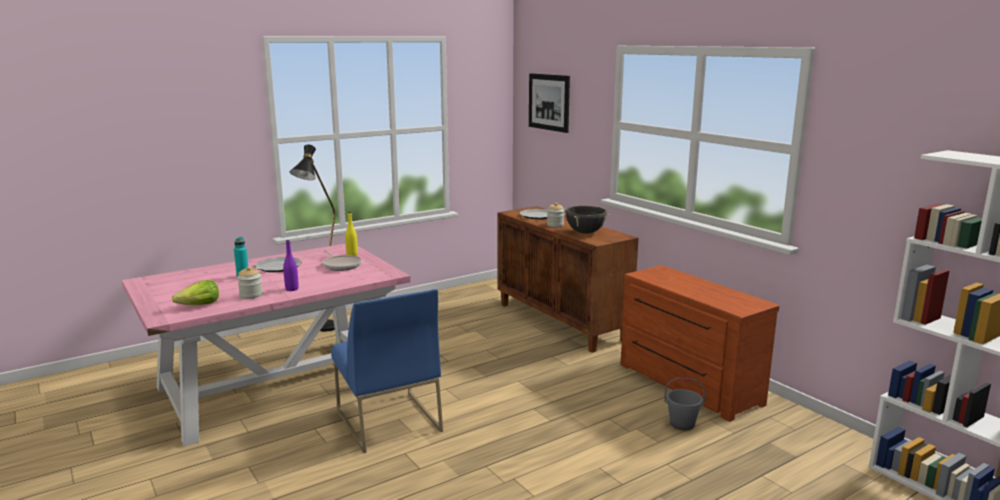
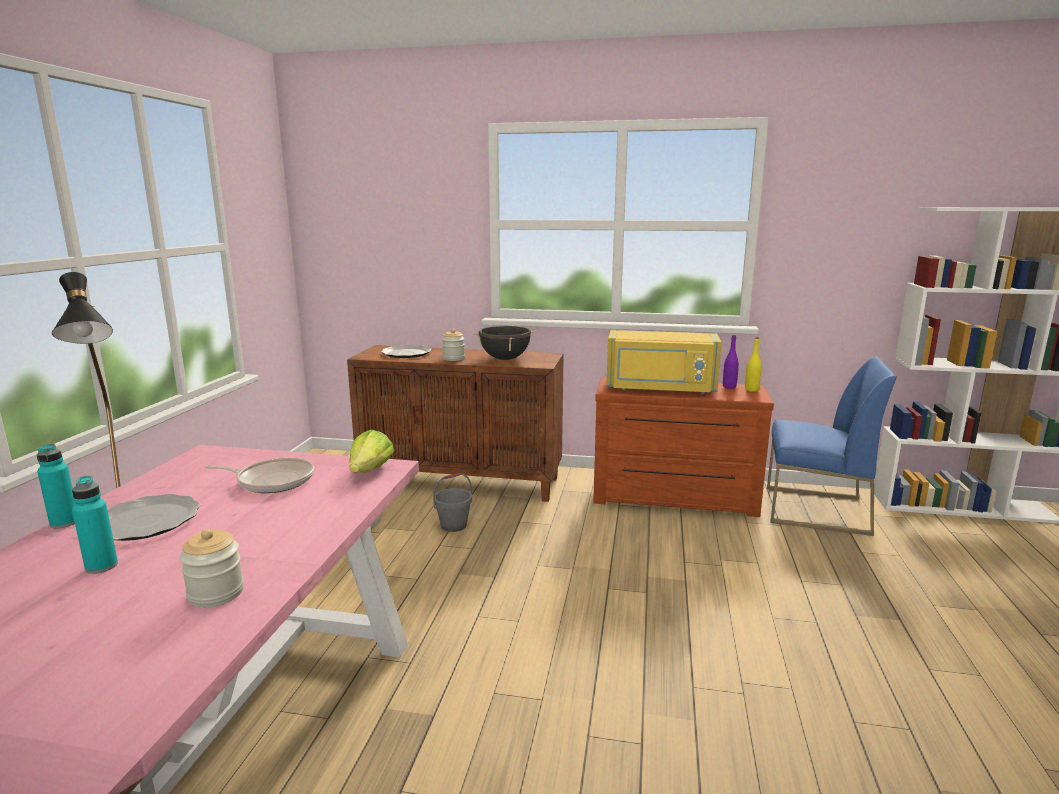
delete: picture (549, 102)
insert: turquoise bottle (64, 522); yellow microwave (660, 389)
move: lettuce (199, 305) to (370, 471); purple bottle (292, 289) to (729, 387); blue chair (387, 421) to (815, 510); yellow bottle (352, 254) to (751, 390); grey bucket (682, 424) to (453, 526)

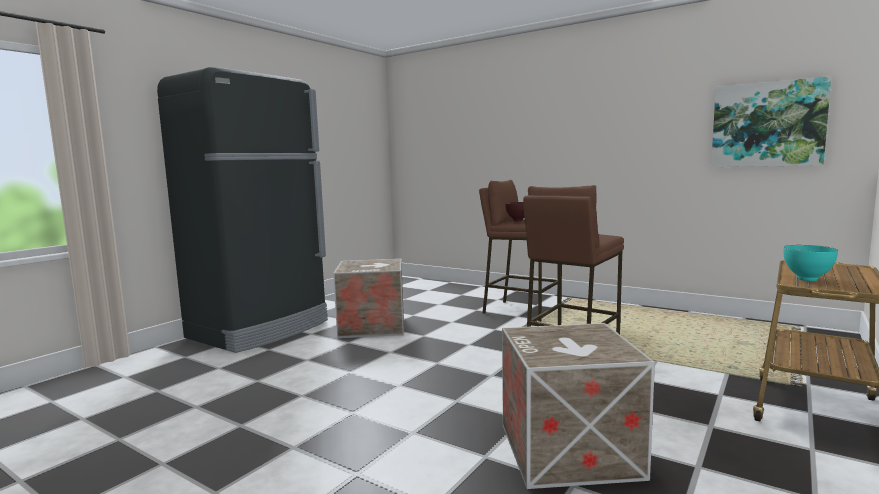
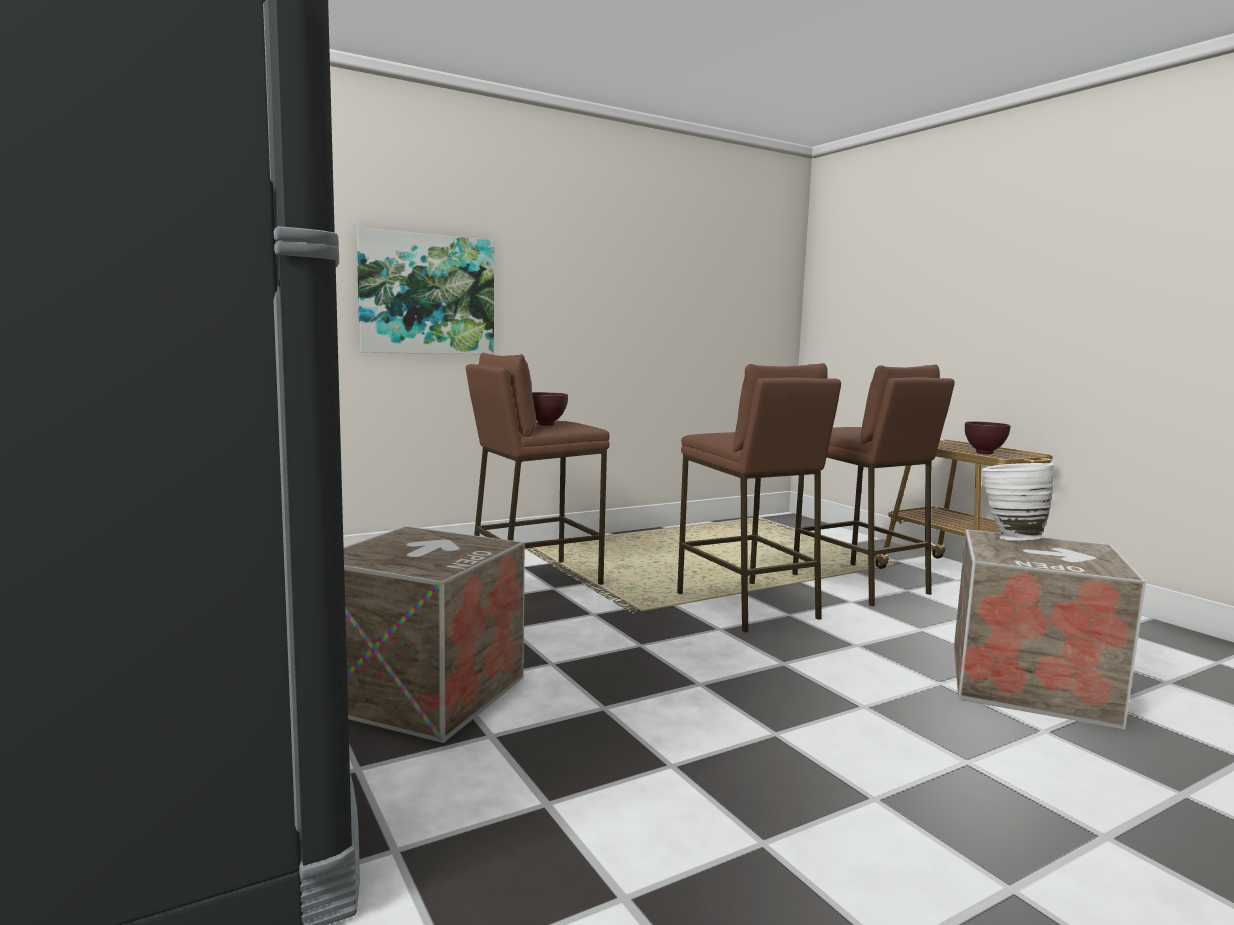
insert: brown stool (860, 584); white vase (1009, 538)
move: picture (767, 124) to (427, 294)
recolor: turquoise bowl (806, 279) to brown bowl (983, 453)

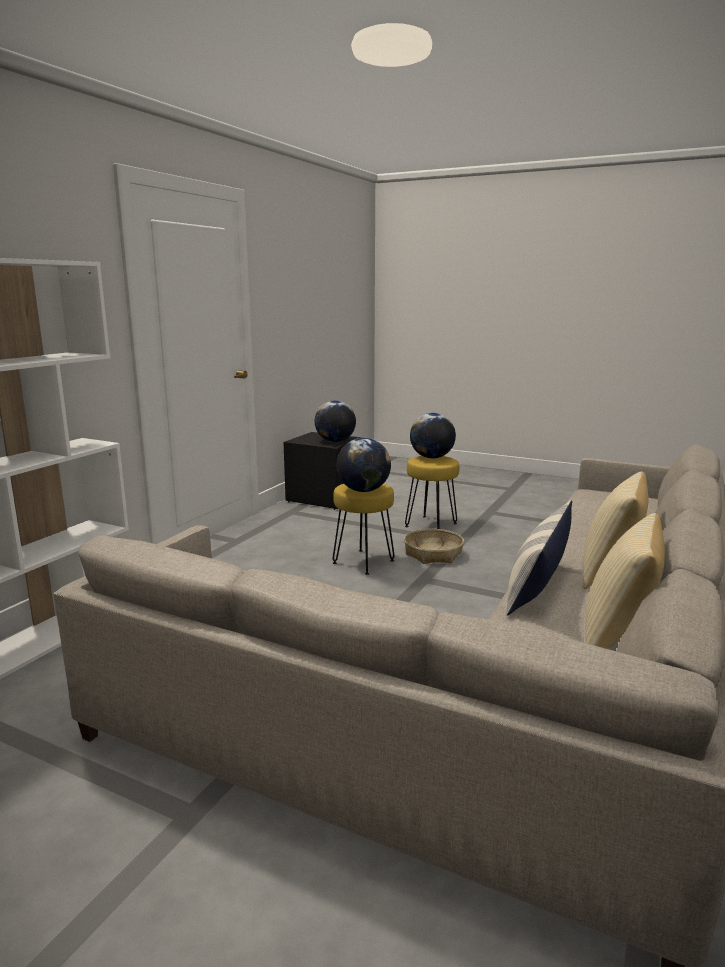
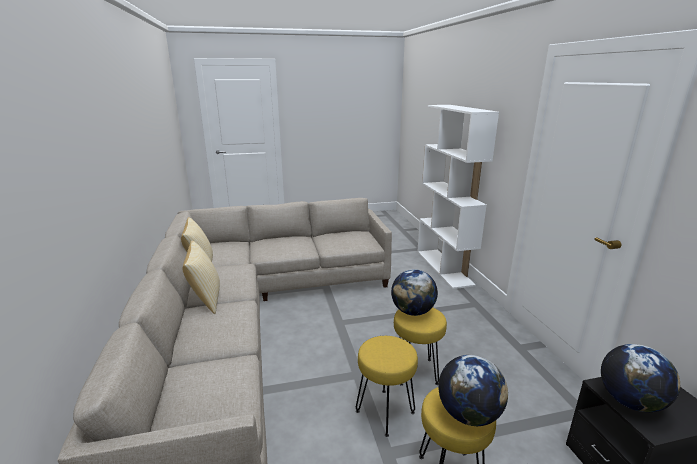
delete: pillow (537, 585)
replace: basket (433, 554) to yellow stool (385, 412)

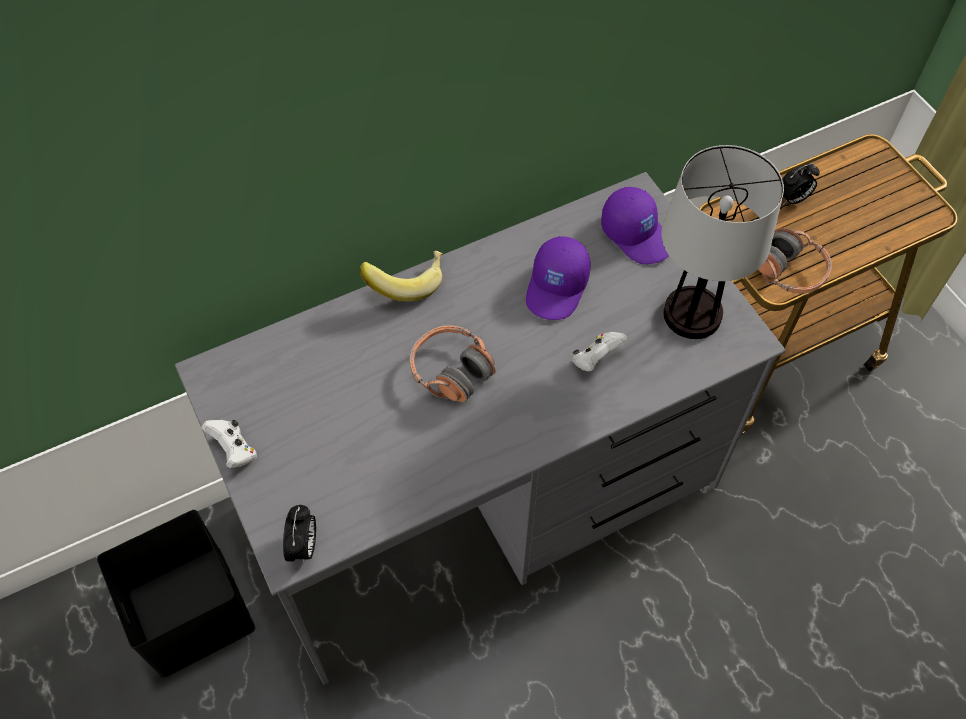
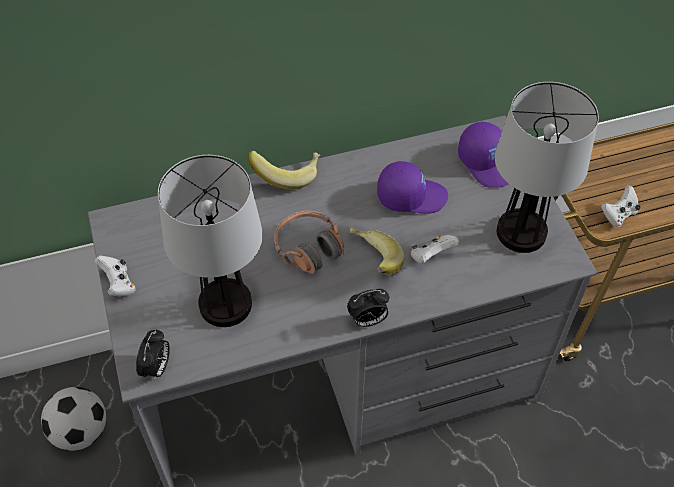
insert: table lamp (226, 305); banana (372, 261)
move: alarm clock (792, 199) to (367, 320)
replace: black storage box (194, 612) to football (81, 431); headphones (789, 271) to white game controller (618, 215)
rotate: purple cap (558, 287) = (411, 196) 120 degrees counterclockwise

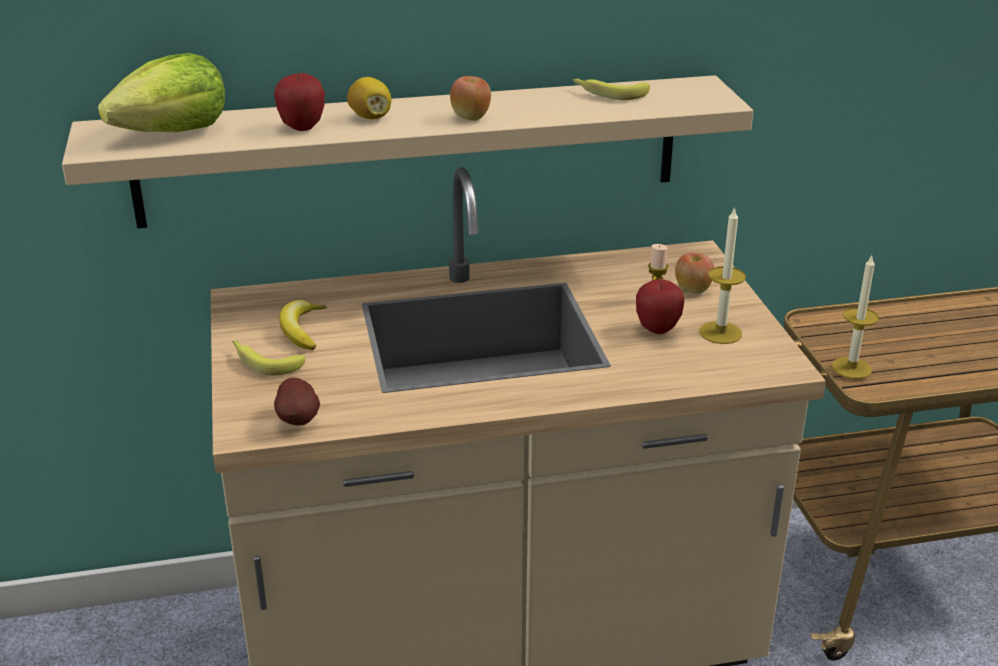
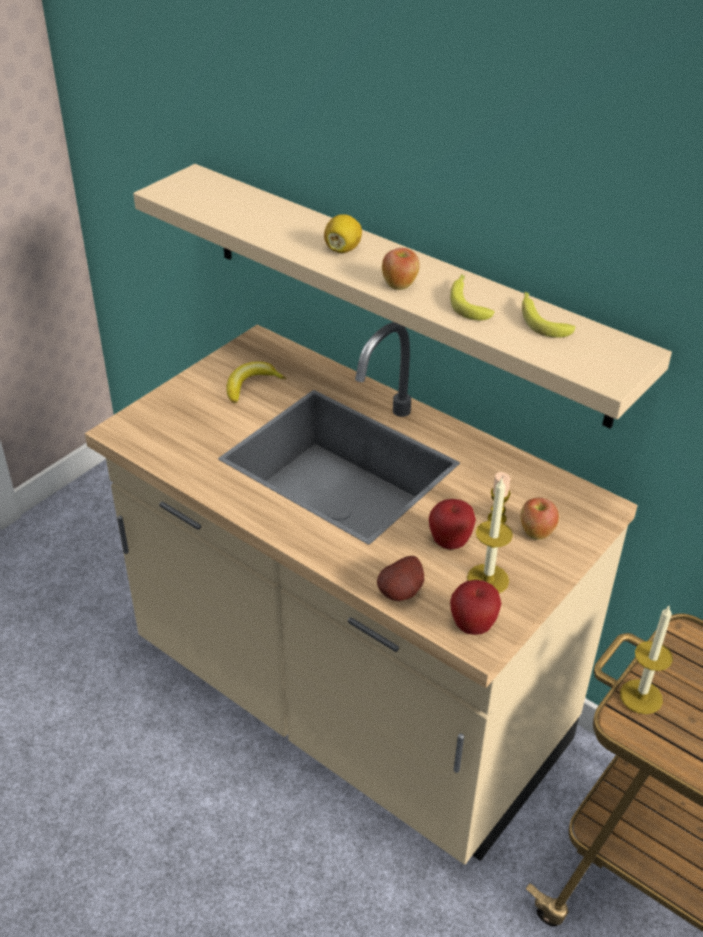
delete: lettuce (173, 132)
move: banana (264, 361) to (468, 302); apple (302, 127) to (472, 626); potato (299, 420) to (402, 593)

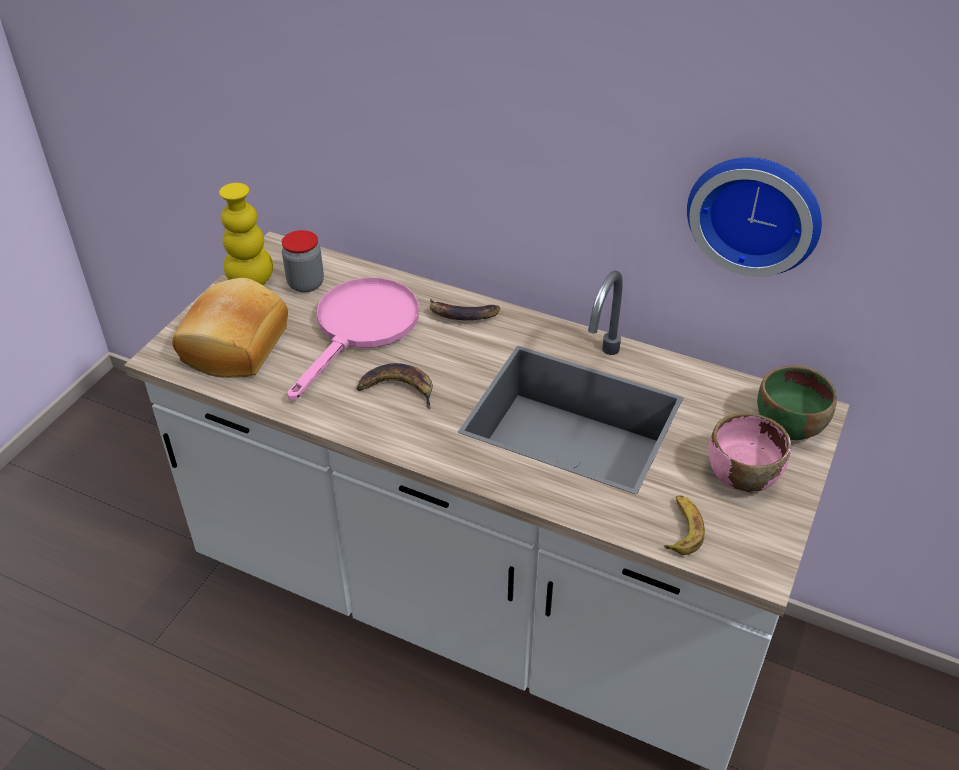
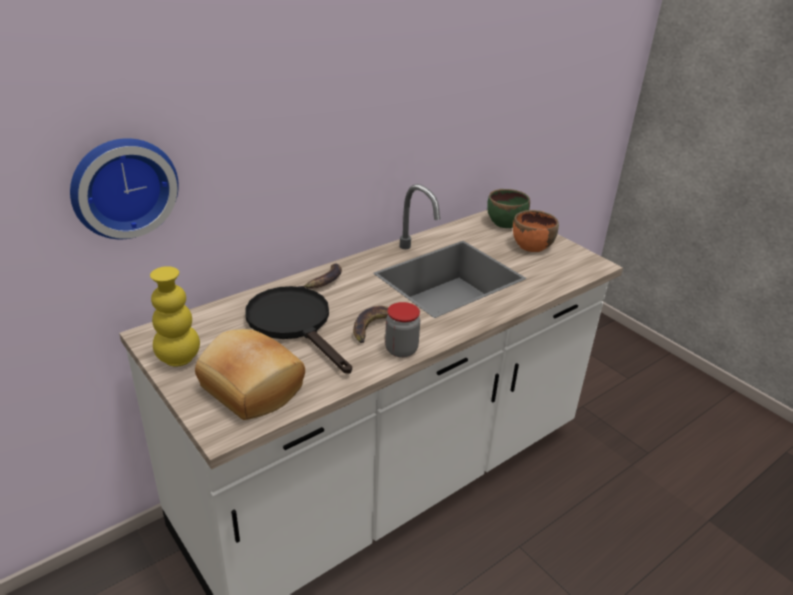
delete: banana (682, 528)
move: jar (306, 284) to (401, 350); wall clock (755, 212) to (123, 186)
recolor: pink frying pan (361, 329) to black frying pan (295, 324); pink bowl (742, 475) to orange bowl (531, 246)

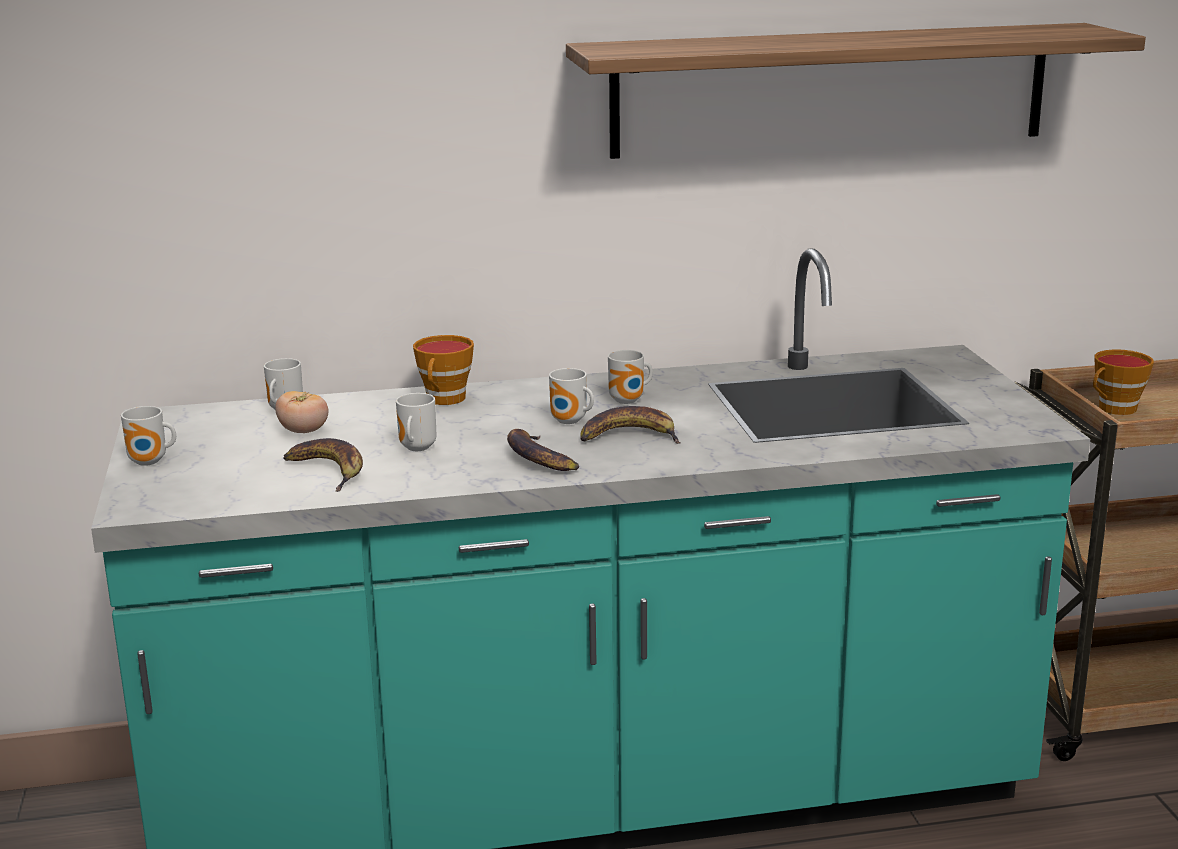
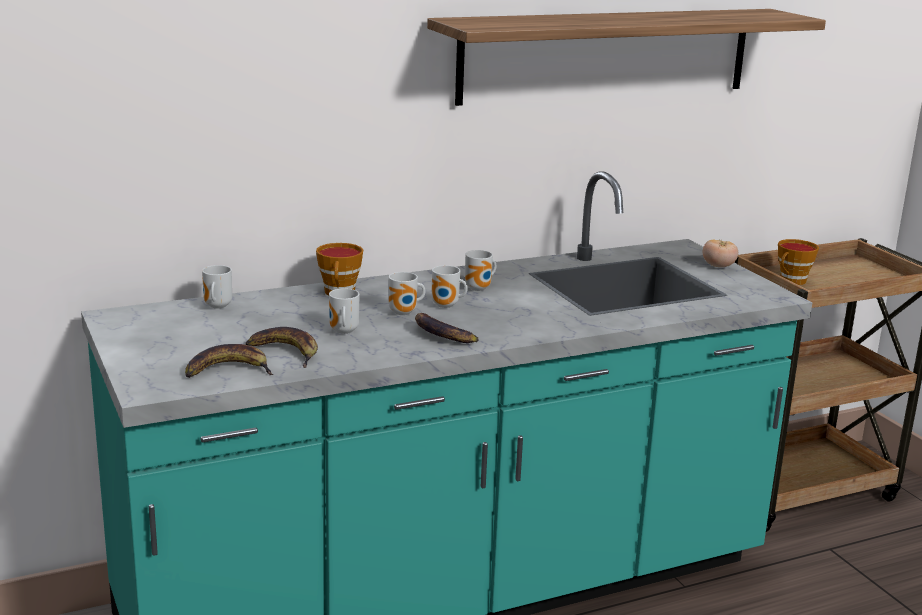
move: mug (150, 462) to (405, 313); tomato (303, 431) to (718, 266); banana (629, 436) to (228, 370)

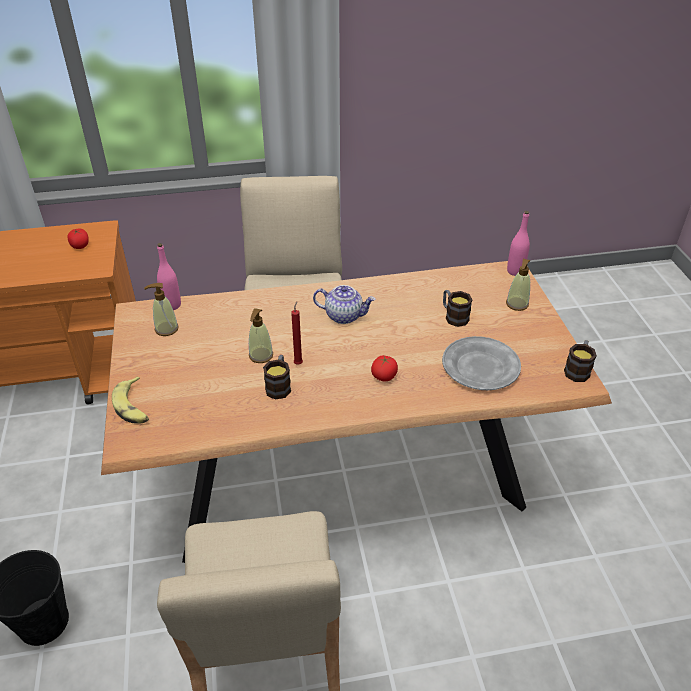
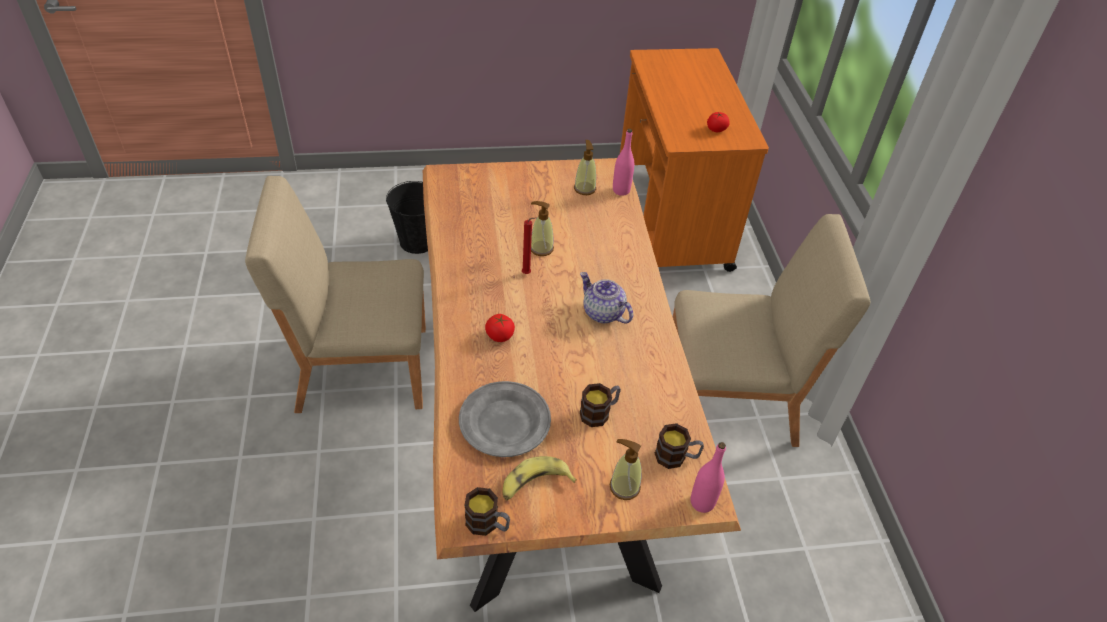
move: banana (133, 406) to (534, 484); mug (279, 385) to (676, 457)
rotate: teapot (344, 315) = (602, 313) 120 degrees clockwise

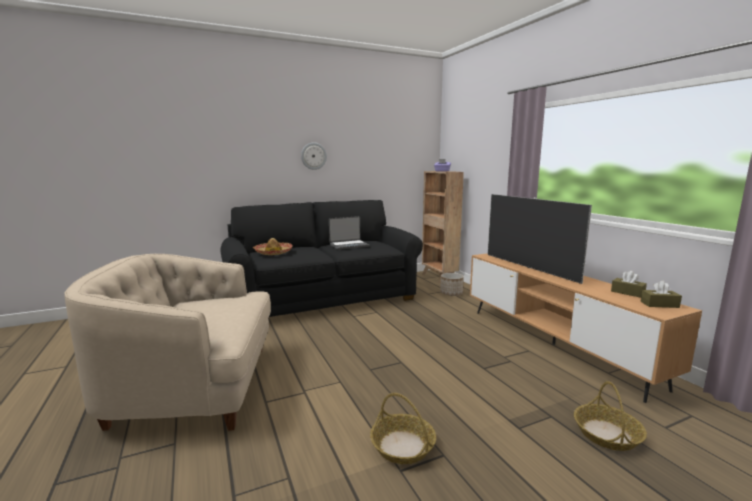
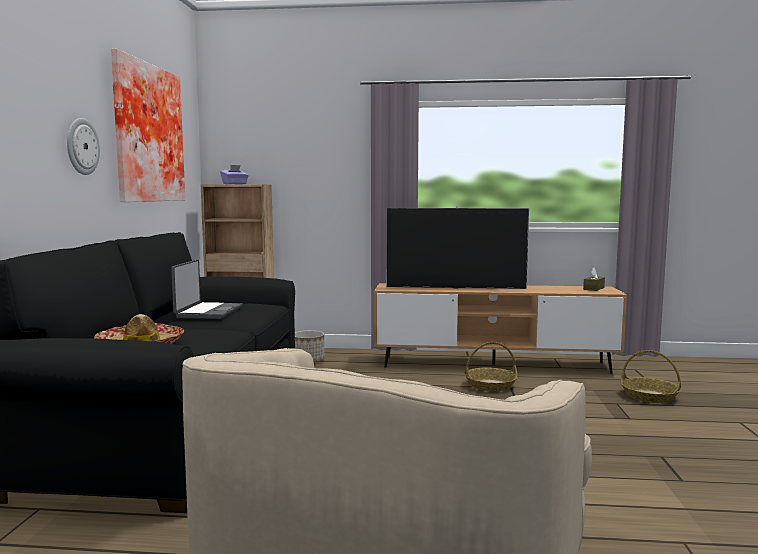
delete: brown tissue box (627, 293)
insert: picture (145, 133)
move: basket (403, 446) to (490, 385)

